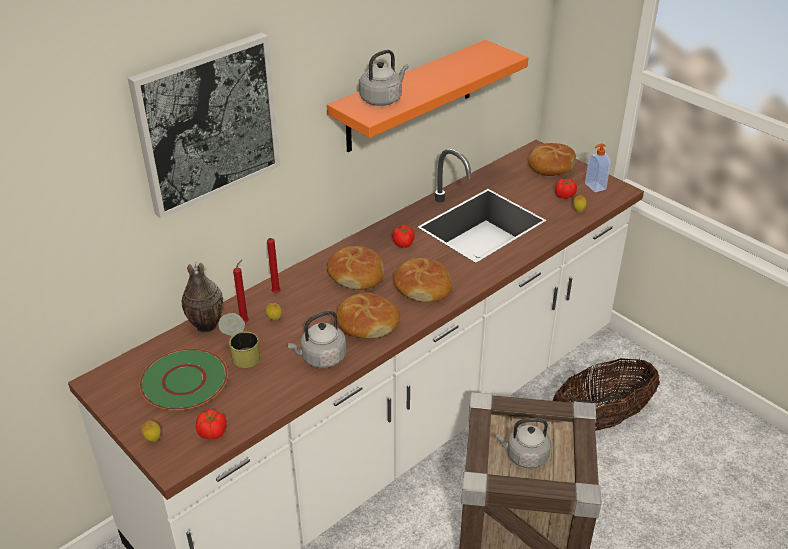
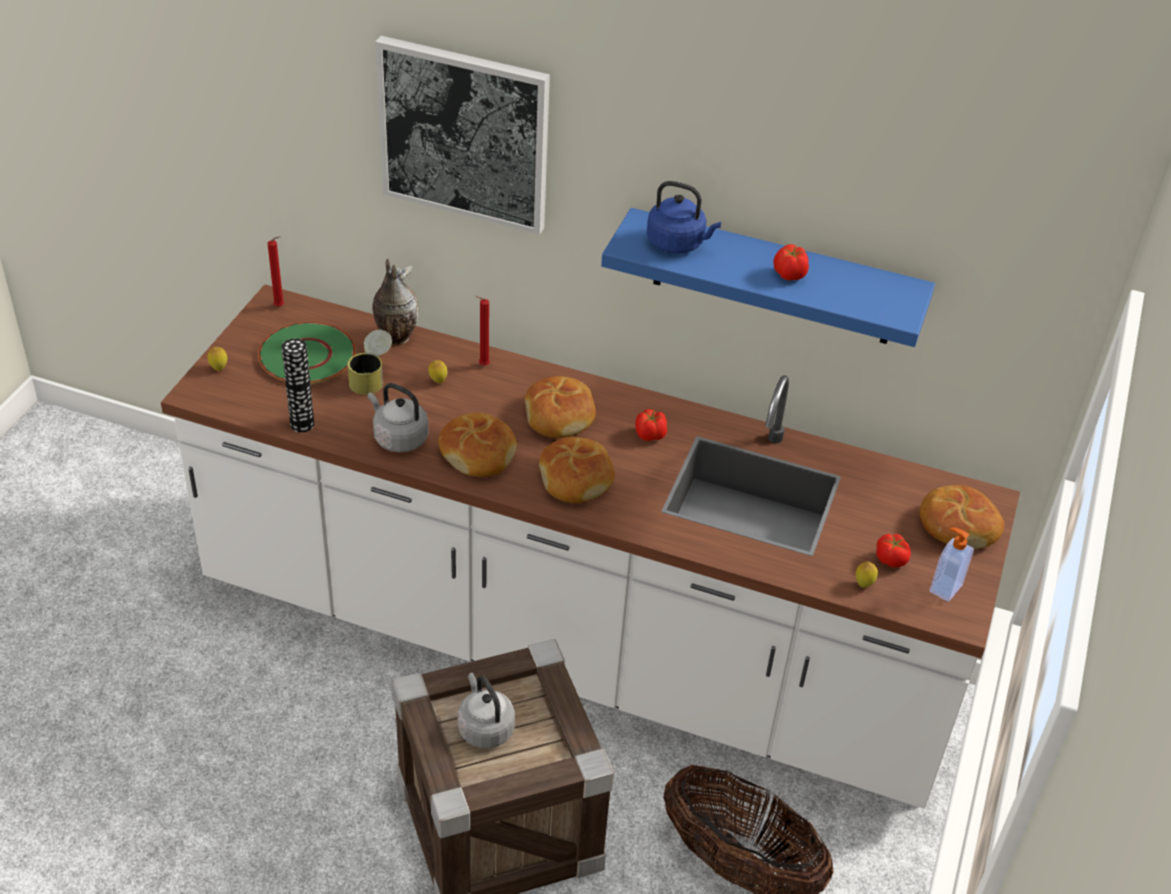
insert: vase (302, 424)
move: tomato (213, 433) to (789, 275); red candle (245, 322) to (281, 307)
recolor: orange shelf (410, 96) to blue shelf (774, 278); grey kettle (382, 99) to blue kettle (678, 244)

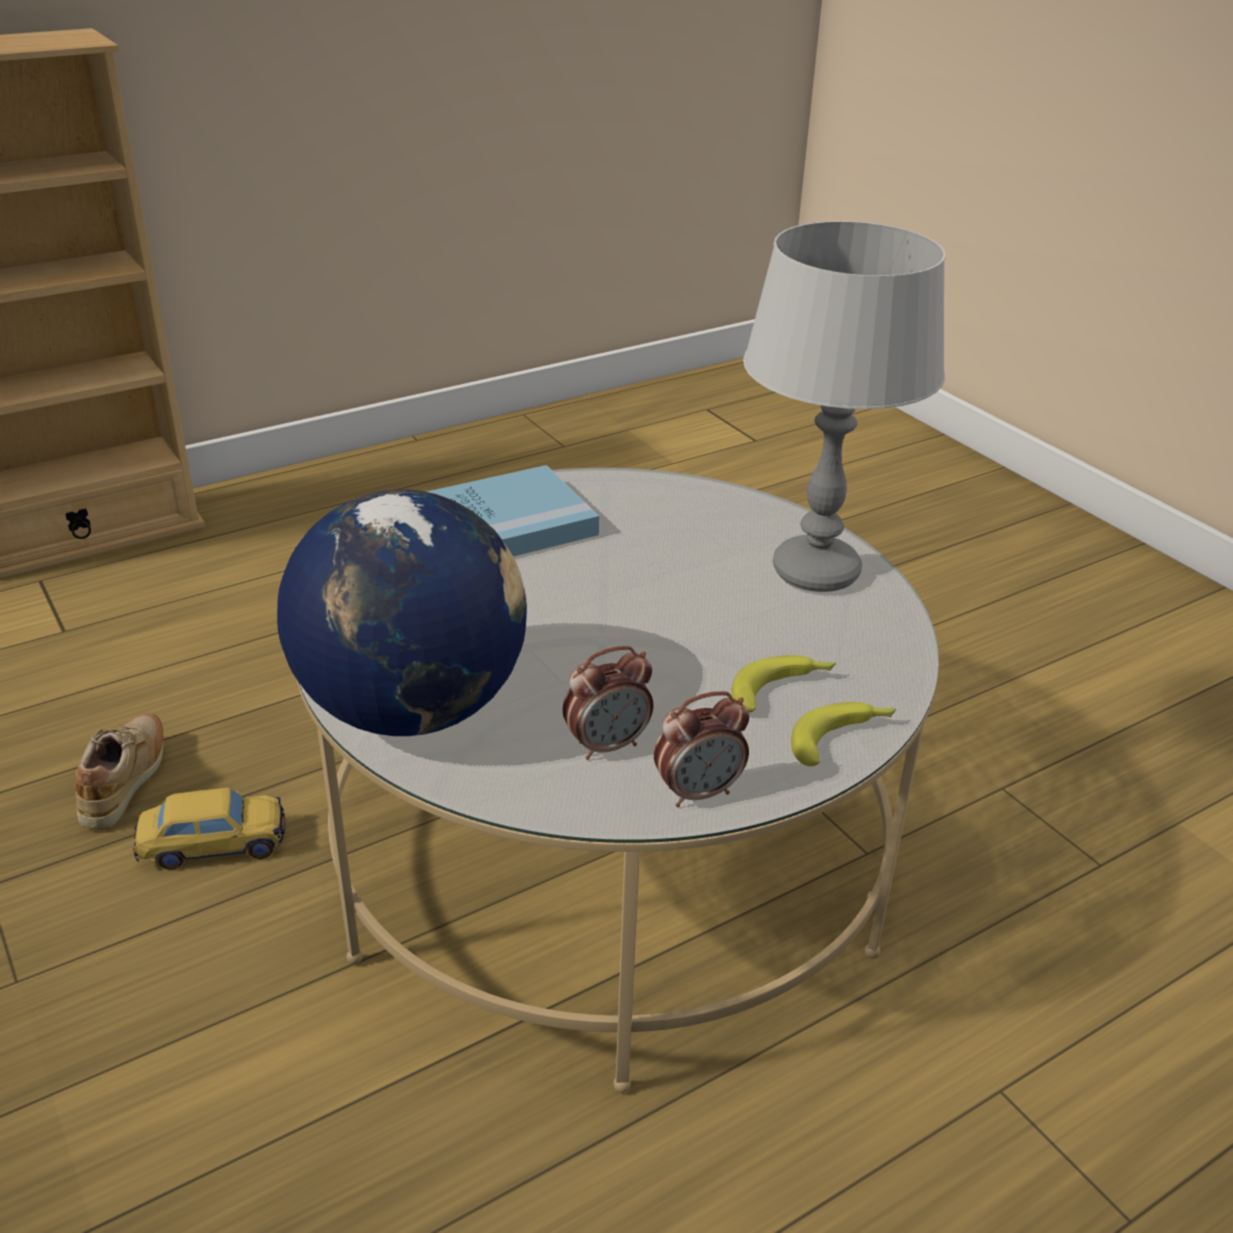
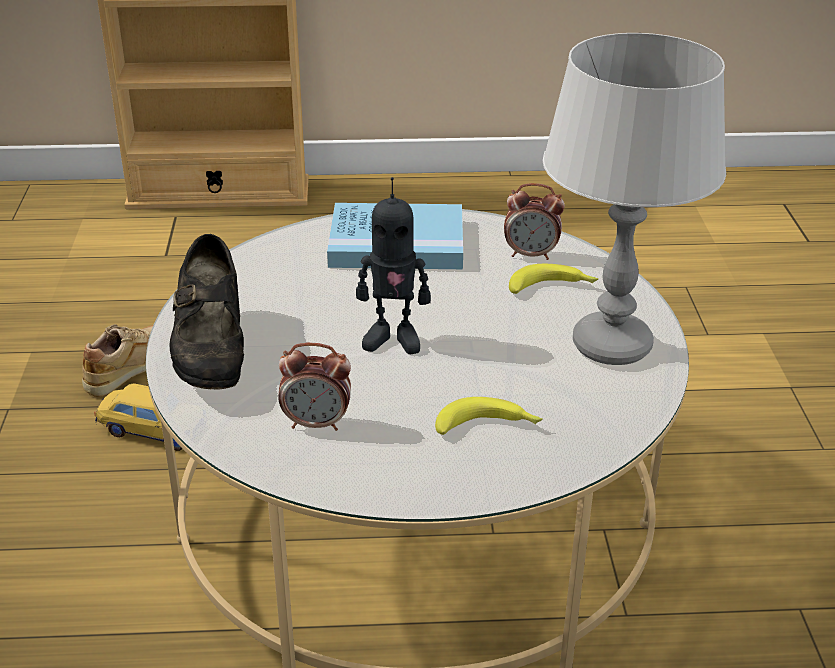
insert: toy robot (393, 339)
move: alarm clock (698, 792) to (531, 254); banana (843, 739) to (552, 288)
replace: globe (412, 708) to black shoe (211, 354)

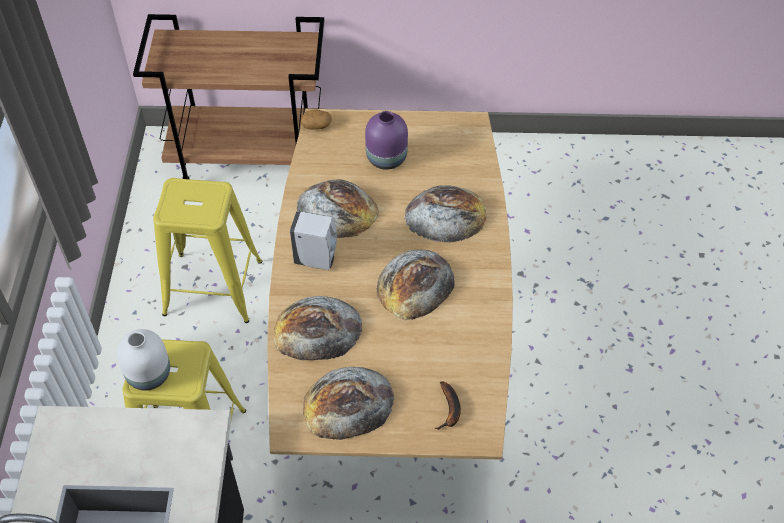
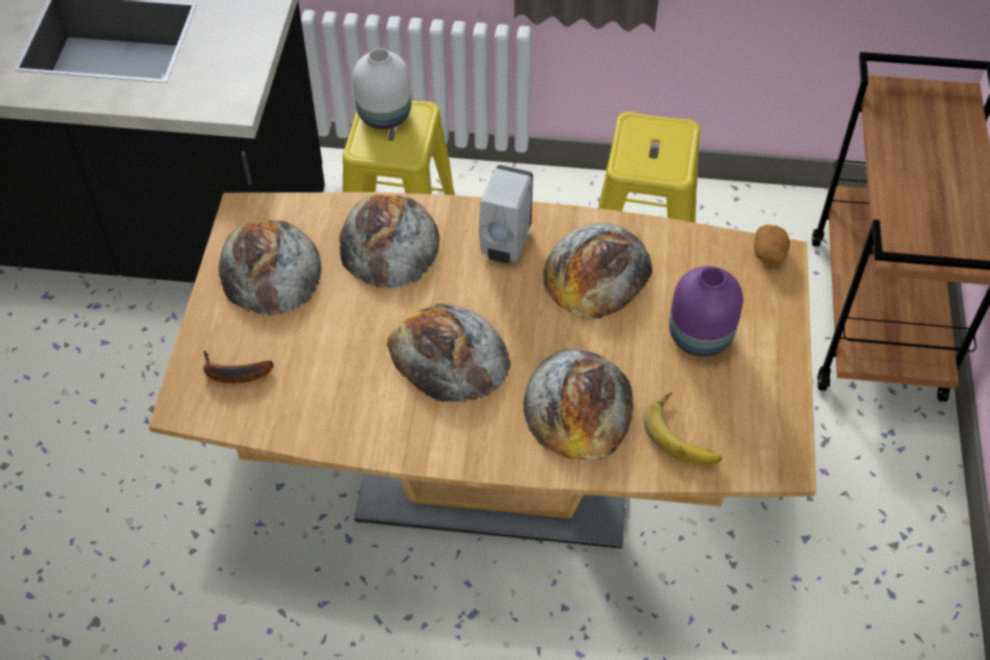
insert: banana (684, 434)

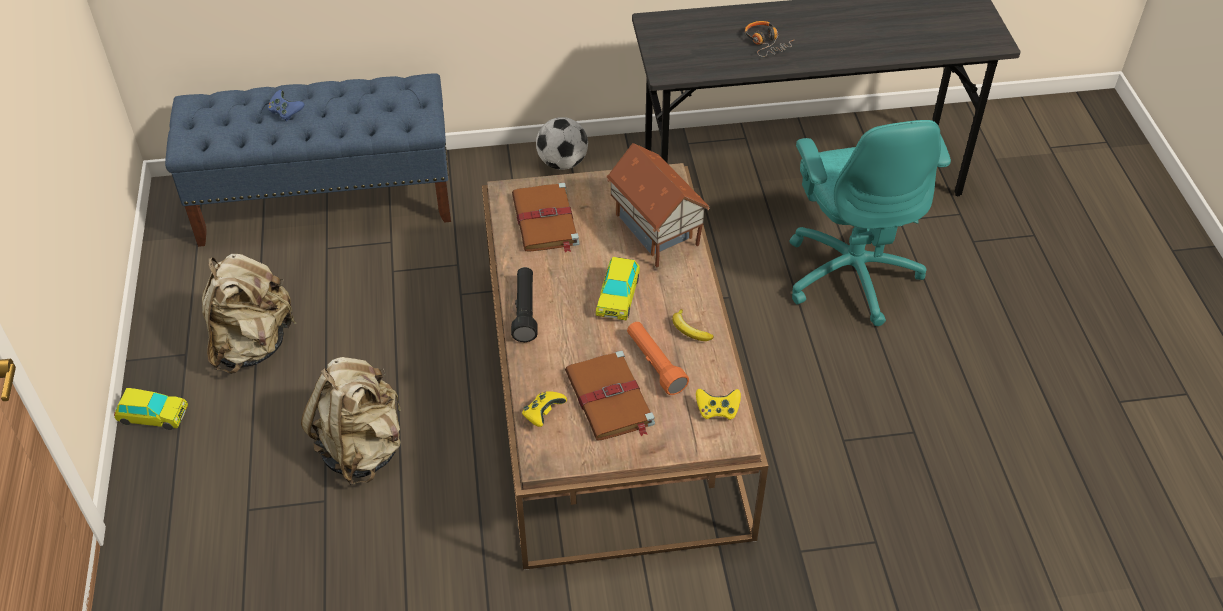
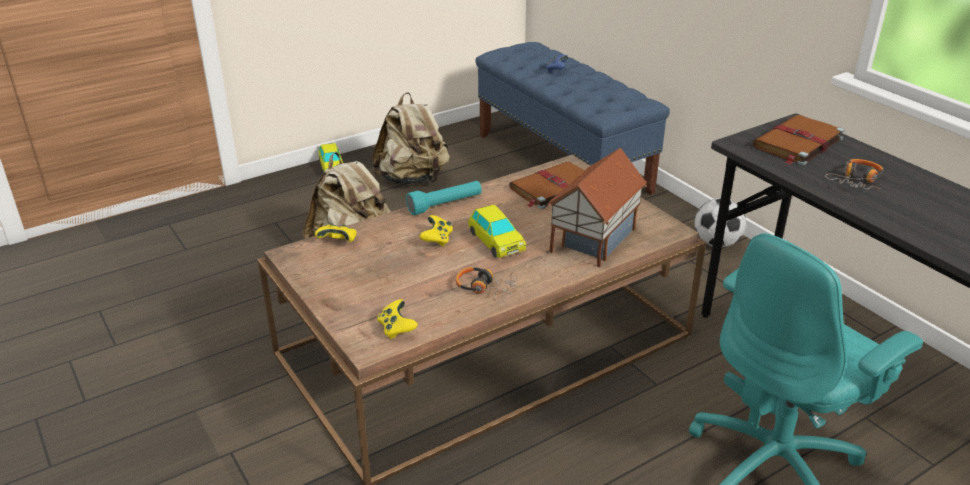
delete: orange flashlight (655, 364)
insert: yellow game controller (437, 239)
move: brown book (610, 400) to (797, 143)
replace: banana (689, 330) to headphones (486, 288)
recolor: black flashlight (525, 311) to turquoise flashlight (445, 205)
rotate: toy car (618, 297) = (496, 242) 105 degrees counterclockwise

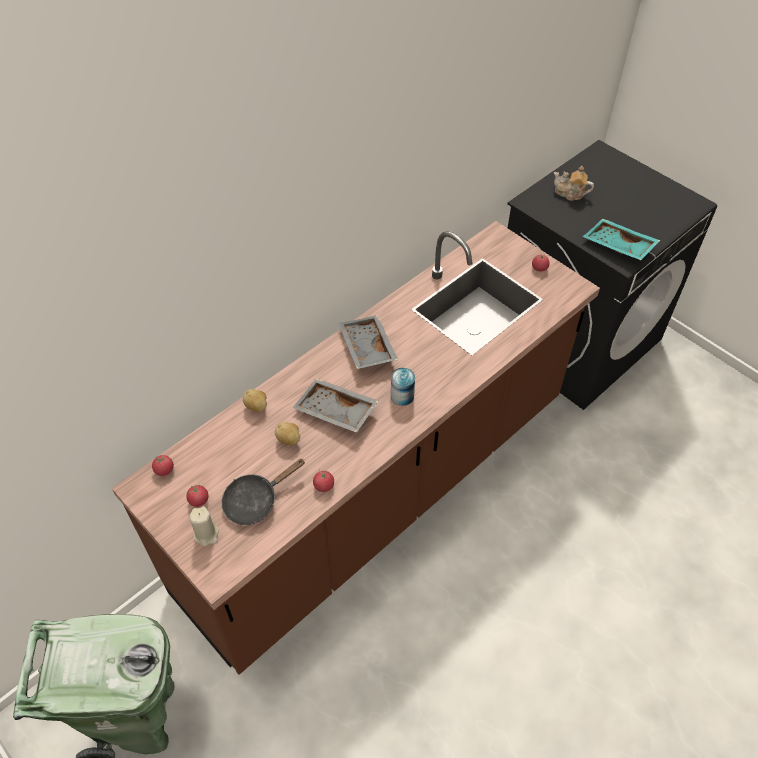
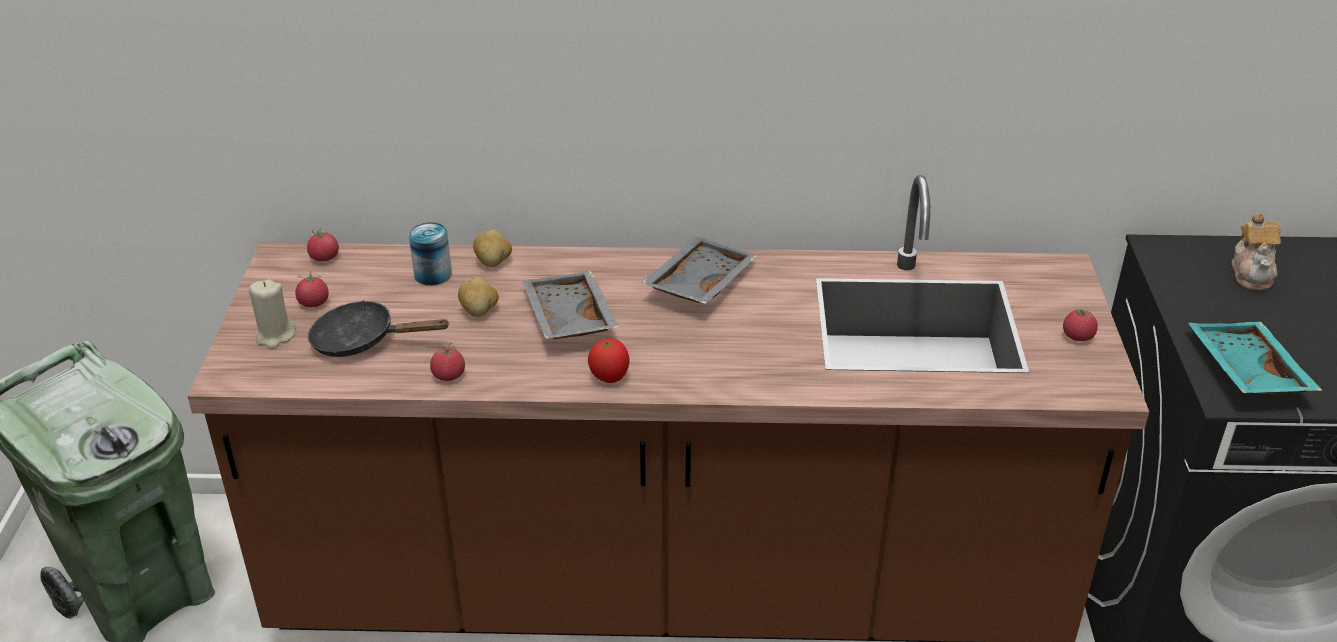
insert: tomato (609, 378)
move: can (402, 396) to (433, 274)
rotate: teapot (570, 193) = (1252, 273) 150 degrees counterclockwise

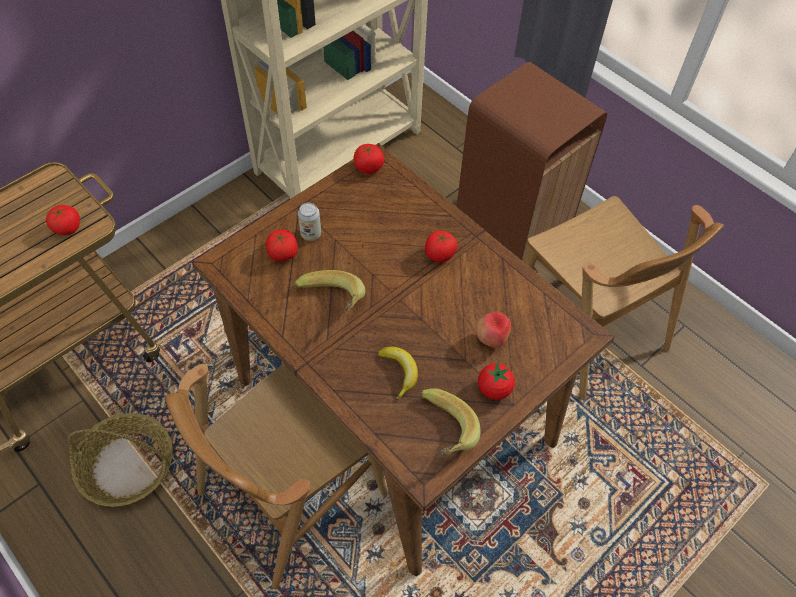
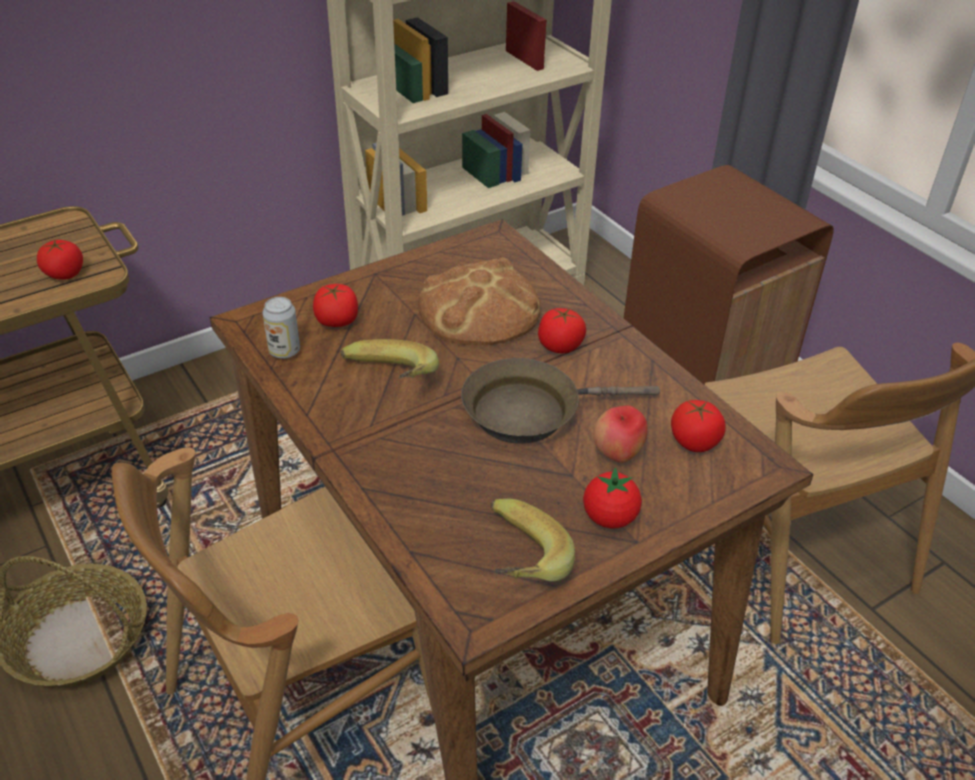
delete: banana (399, 371)
insert: bread (479, 309); brown frying pan (530, 411)
move: can (311, 234) to (284, 351); tomato (369, 167) to (694, 441)

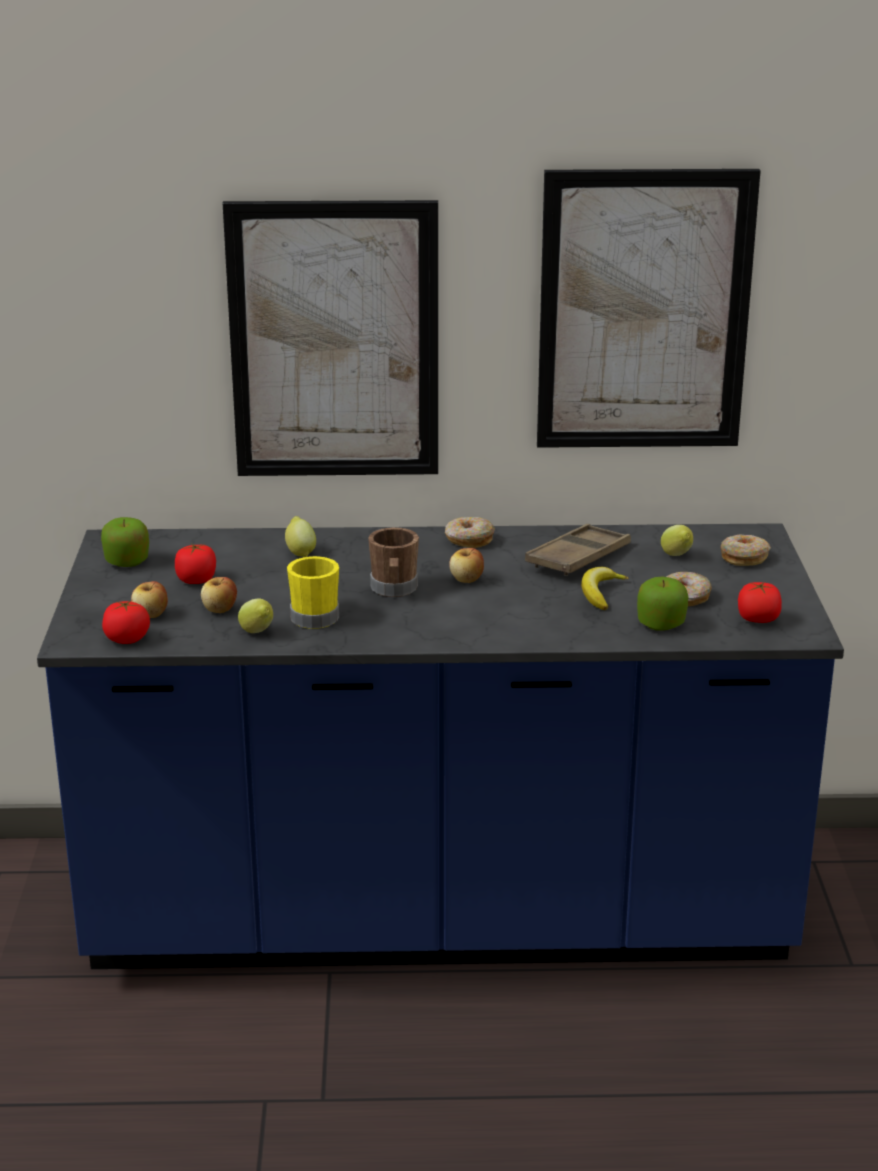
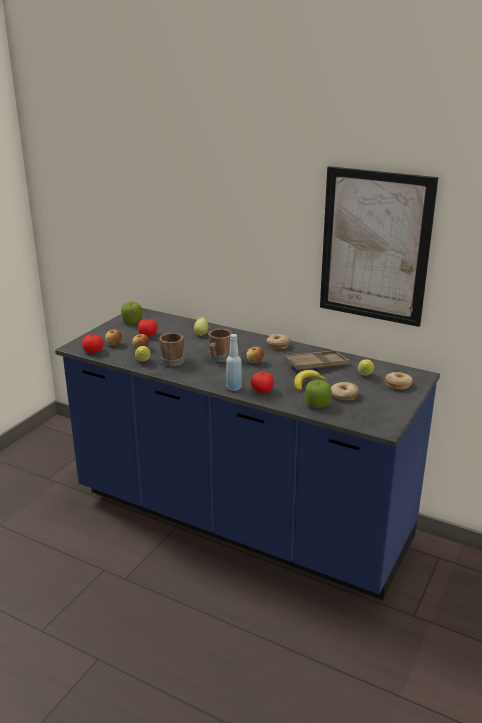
delete: picture (334, 341)
insert: blue bottle (234, 388)
move: tomato (757, 619) to (262, 390)
recolor: yellow mug (315, 615) to brown mug (174, 360)

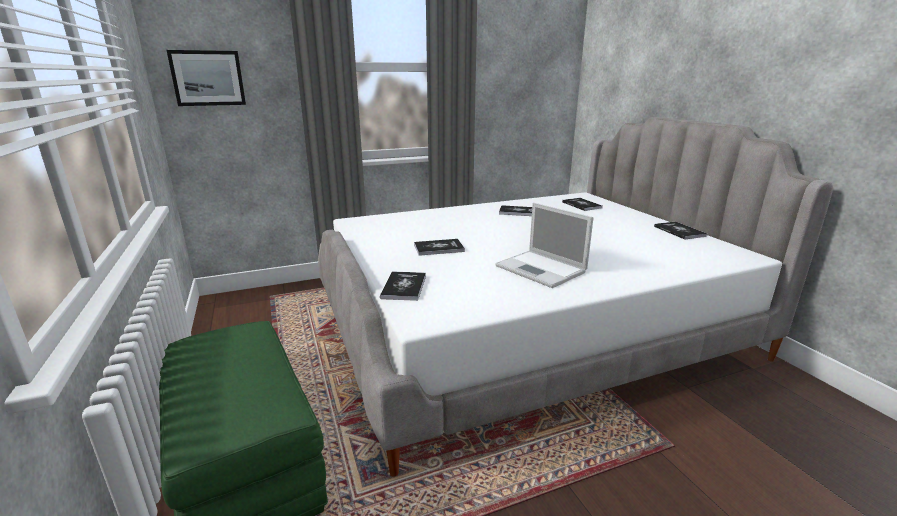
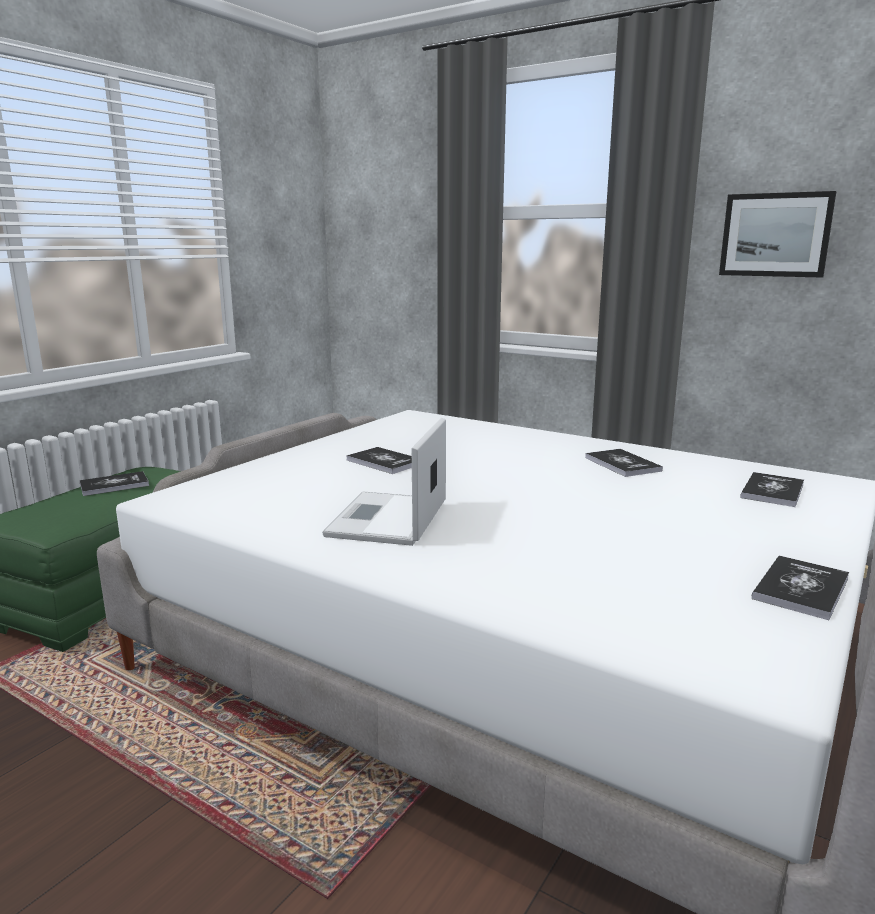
move: picture (208, 78) to (775, 235); book (404, 287) to (114, 485)

